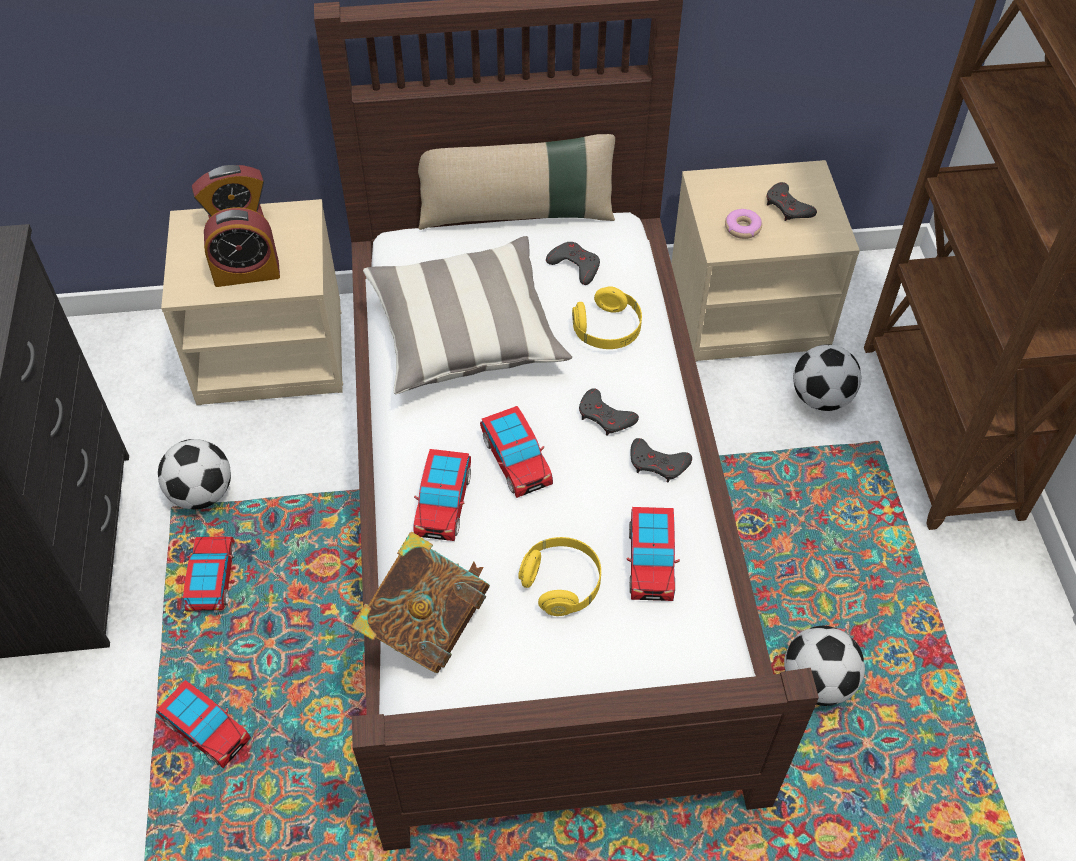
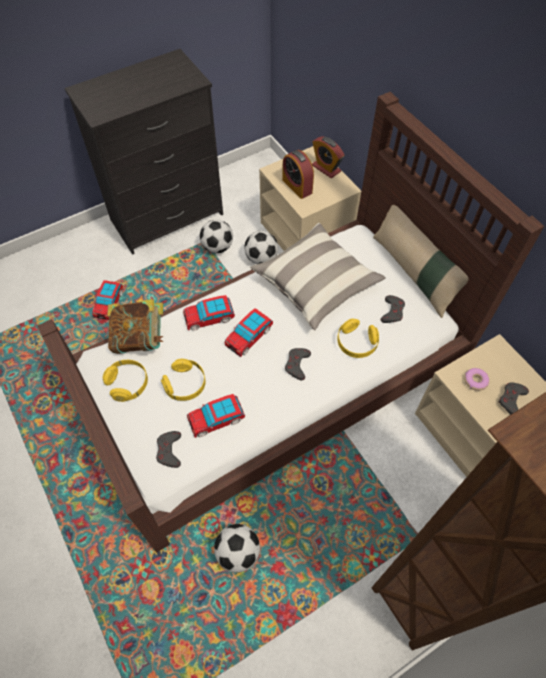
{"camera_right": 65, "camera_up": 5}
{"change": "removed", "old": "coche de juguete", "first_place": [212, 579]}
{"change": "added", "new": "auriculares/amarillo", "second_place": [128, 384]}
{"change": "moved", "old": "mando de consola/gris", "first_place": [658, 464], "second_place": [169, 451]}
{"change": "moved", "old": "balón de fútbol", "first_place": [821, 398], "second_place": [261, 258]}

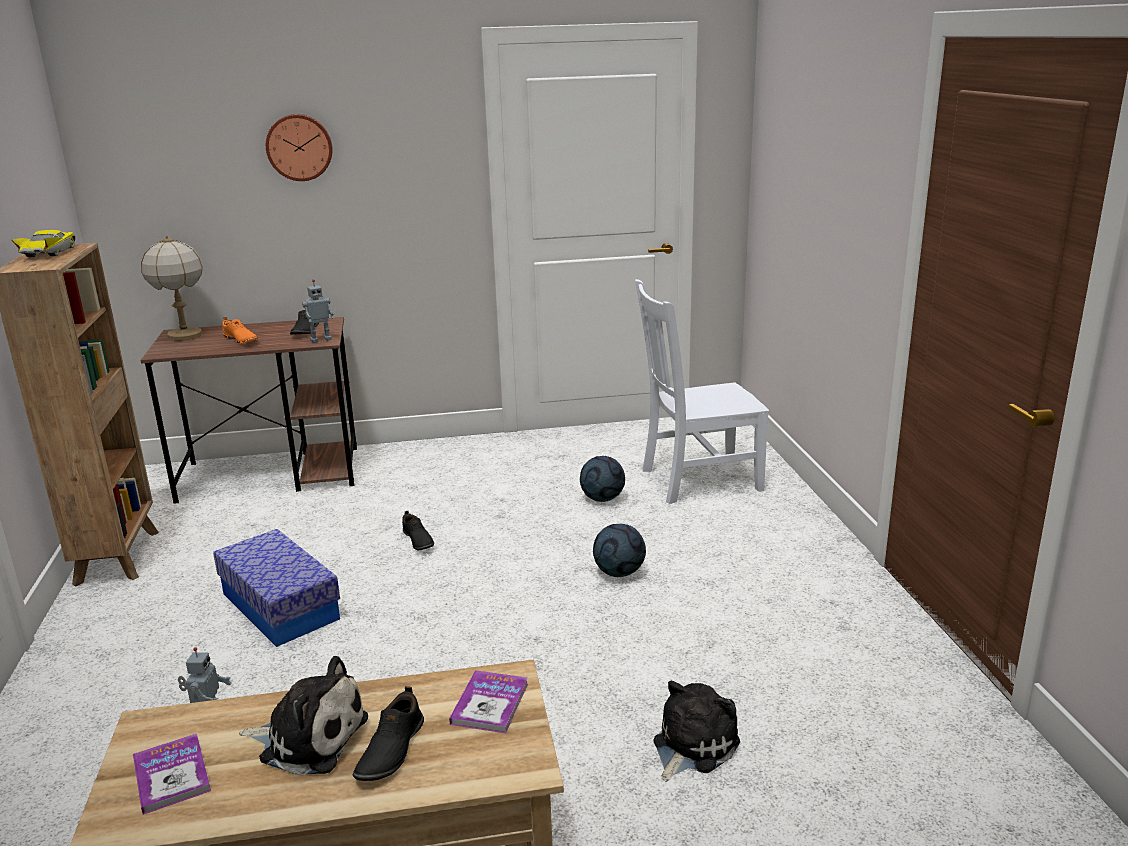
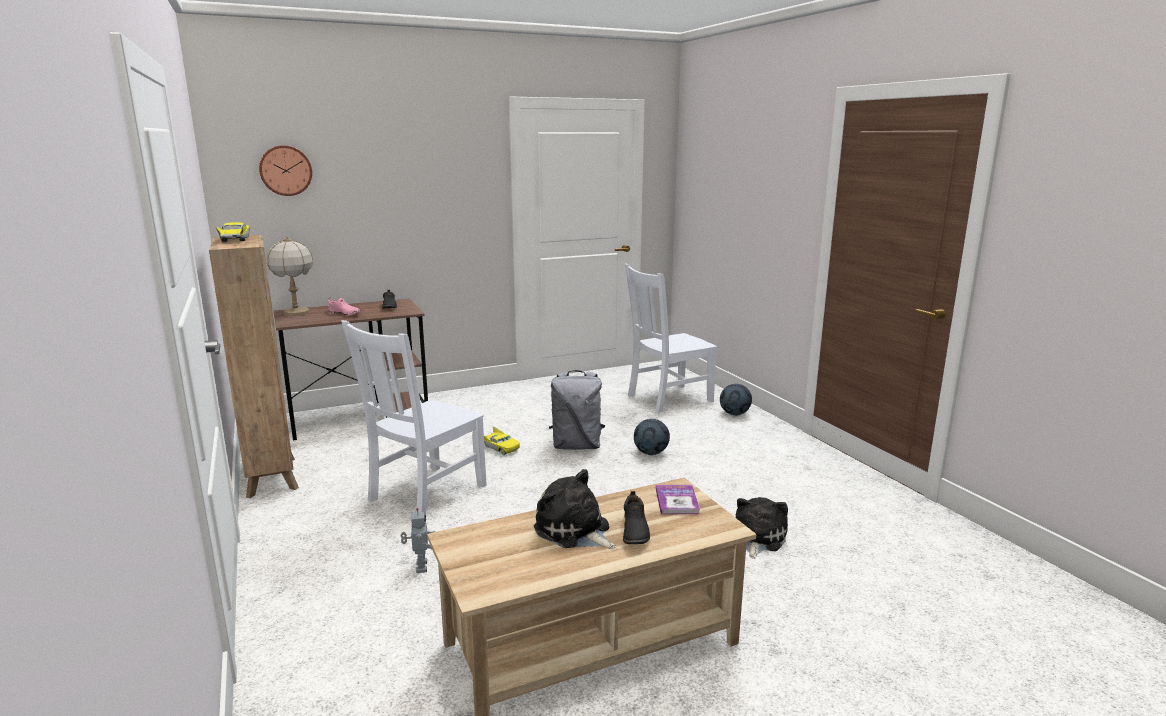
{"camera_right": -15, "camera_up": -5}
{"change": "removed", "old": "libro", "first_place": [171, 775]}
{"change": "removed", "old": "robot de juguete", "first_place": [320, 340]}
{"change": "added", "new": "mochila/gris", "second_place": [577, 446]}
{"change": "moved", "old": "reloj de pared", "first_place": [299, 147], "second_place": [285, 170]}
{"change": "moved", "old": "balón de fútbol", "first_place": [602, 499], "second_place": [734, 414]}
{"change": "replaced", "old": "caja de almacenaje", "new": "silla/blanco", "first_place": [280, 606], "second_place": [424, 494]}
{"change": "replaced", "old": "zapato/negro", "new": "coche de juguete/amarillo", "first_place": [417, 540], "second_place": [499, 447]}
{"change": "recoloured", "old": "zapato/naranja", "new": "zapato/rosa", "first_place": [240, 340], "second_place": [344, 314]}
{"change": "turned", "old": "peluche", "first_place": [309, 738], "second_place": [574, 531], "degrees": -135}

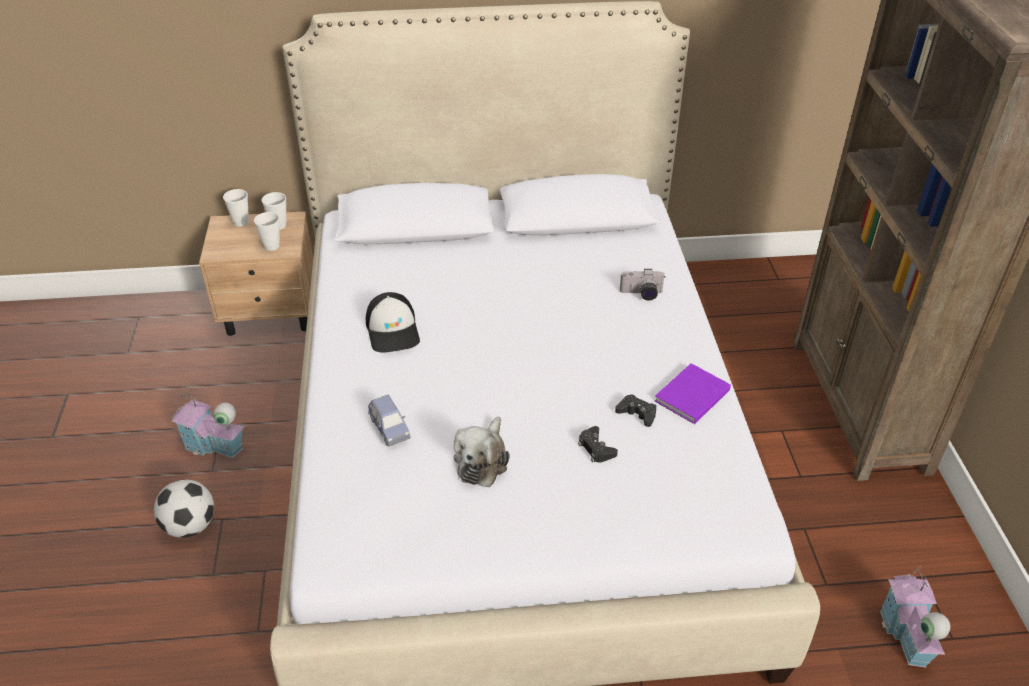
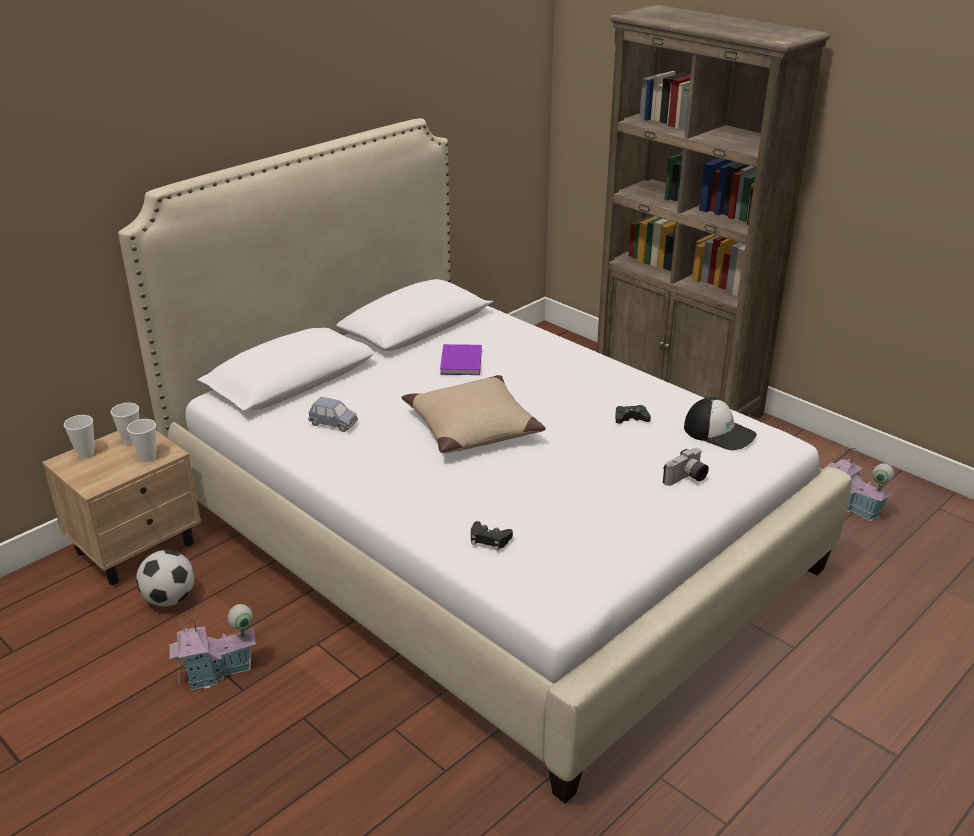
{"camera_right": -40, "camera_up": -10}
{"change": "removed", "old": "peluche", "first_place": [482, 460]}
{"change": "added", "new": "cojín/beis", "second_place": [471, 427]}
{"change": "moved", "old": "balón de fútbol", "first_place": [190, 526], "second_place": [170, 599]}
{"change": "moved", "old": "gorra", "first_place": [393, 330], "second_place": [719, 432]}
{"change": "moved", "old": "coche de juguete/azul", "first_place": [389, 429], "second_place": [333, 424]}
{"change": "moved", "old": "mando de consola/negro", "first_place": [596, 448], "second_place": [489, 539]}
{"change": "moved", "old": "cámara", "first_place": [641, 294], "second_place": [687, 479]}
{"change": "moved", "old": "libro/morado", "first_place": [690, 396], "second_place": [460, 363]}

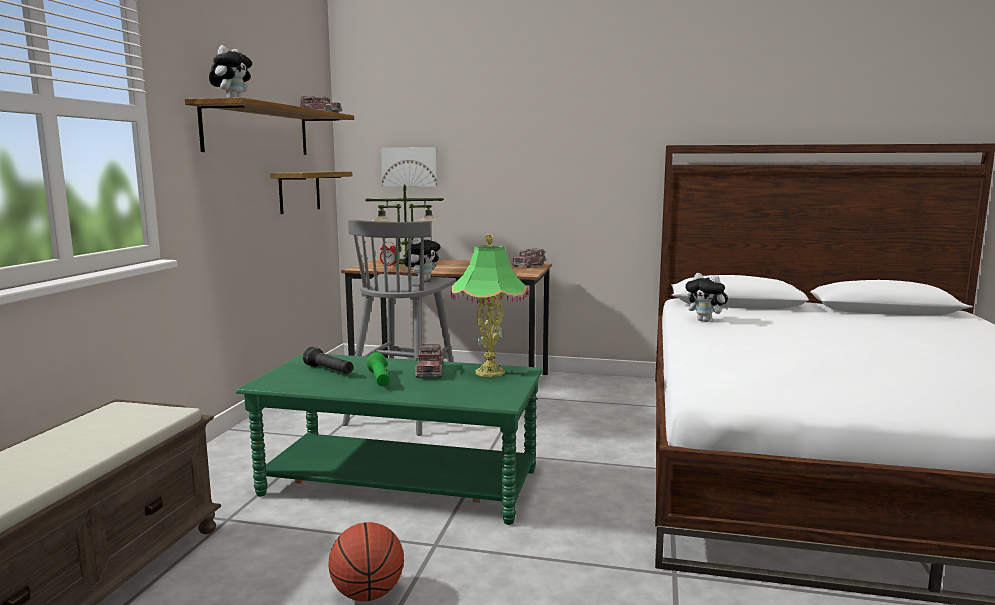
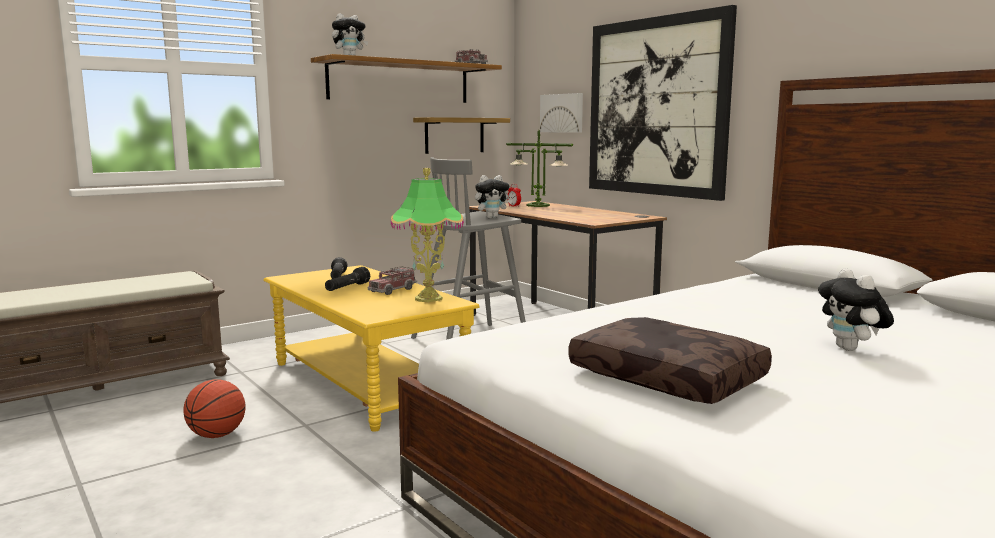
{"camera_right": 40, "camera_up": 0}
{"change": "removed", "old": "camión de juguete", "first_place": [529, 265]}
{"change": "added", "new": "cojín/marrón", "second_place": [669, 378]}
{"change": "added", "new": "cuadro", "second_place": [656, 107]}
{"change": "moved", "old": "peluche", "first_place": [706, 321], "second_place": [851, 349]}
{"change": "recoloured", "old": "mesa de centro/verde", "new": "mesa de centro/amarillo", "first_place": [400, 483], "second_place": [366, 383]}
{"change": "recoloured", "old": "linterna/verde", "new": "linterna/negro", "first_place": [379, 380], "second_place": [347, 288]}

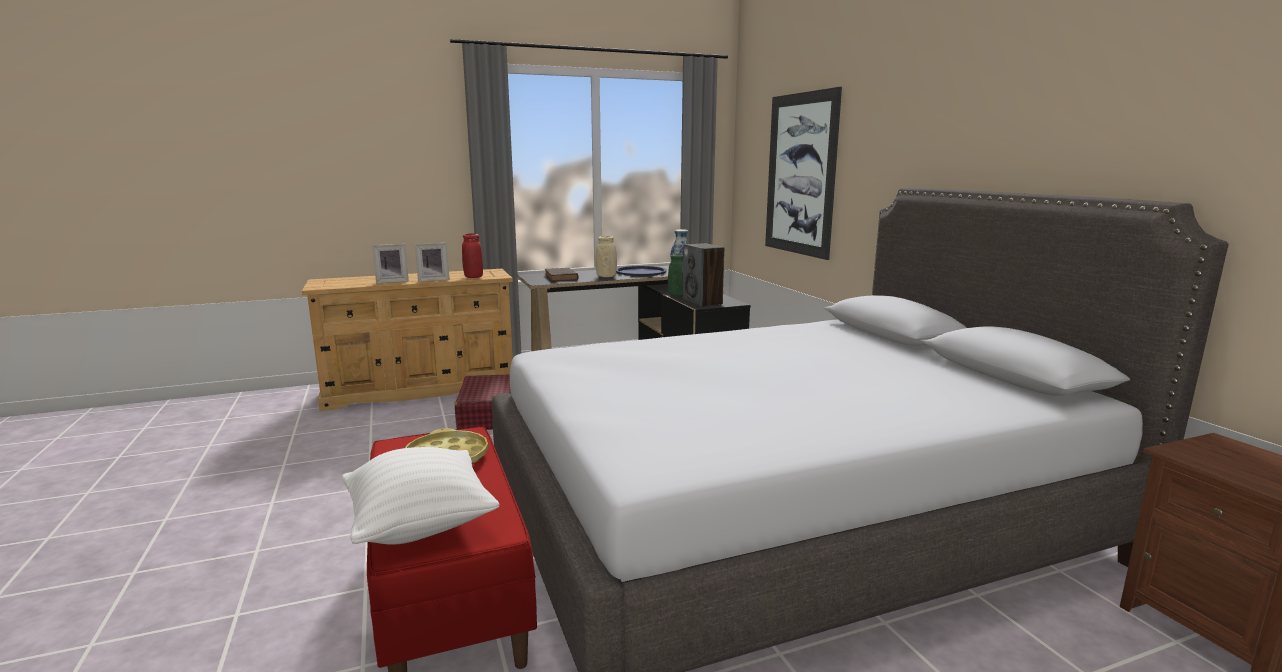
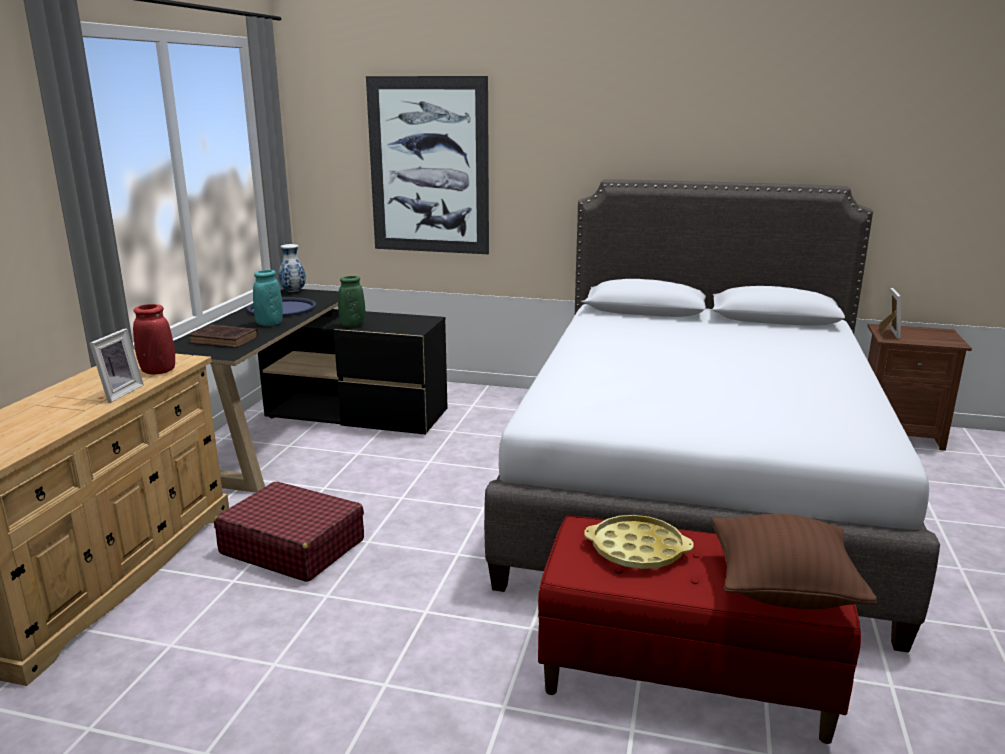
{"camera_right": -55, "camera_up": 5}
{"change": "removed", "old": "altavoz", "first_place": [702, 302]}
{"change": "moved", "old": "portarretratos", "first_place": [392, 281], "second_place": [887, 333]}
{"change": "recoloured", "old": "cojín/blanco", "new": "cojín/marrón", "first_place": [420, 525], "second_place": [782, 590]}
{"change": "recoloured", "old": "florero/beis", "new": "florero/turquesa", "first_place": [606, 276], "second_place": [269, 324]}

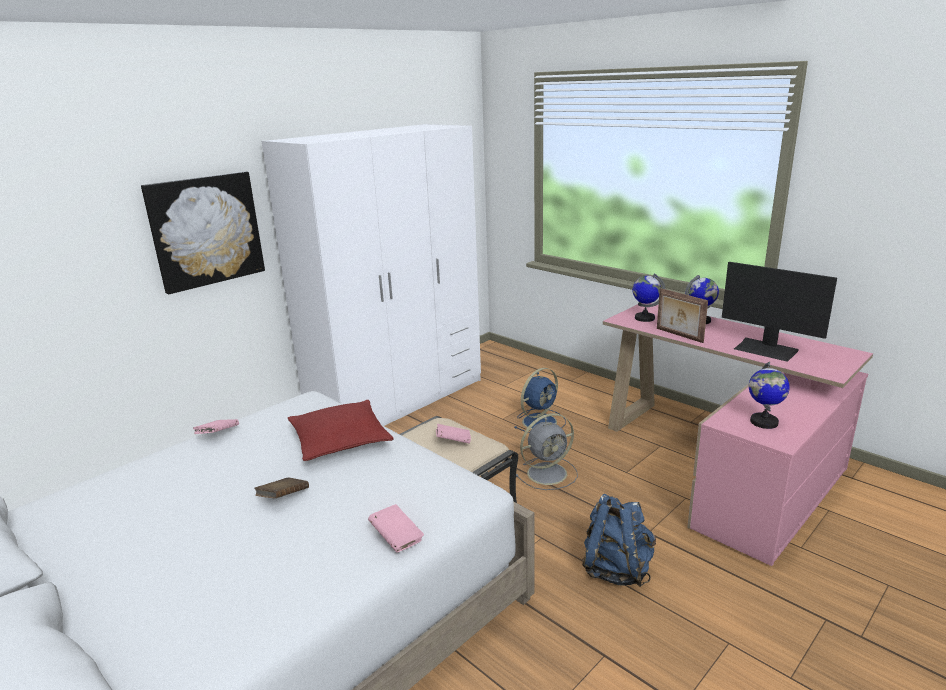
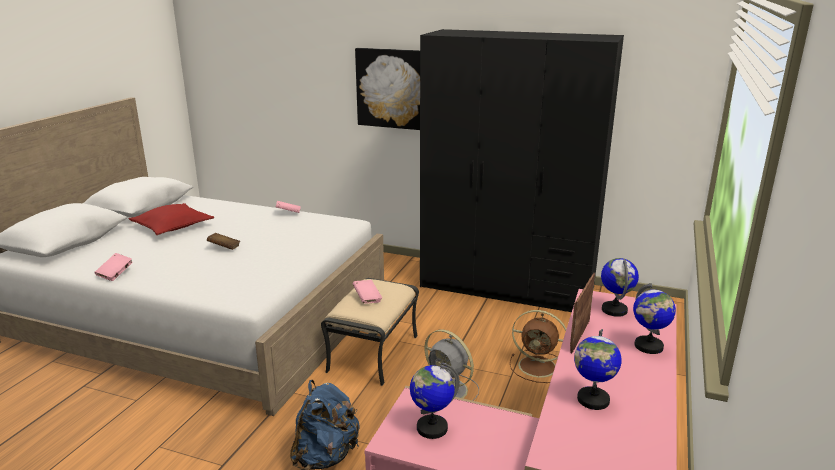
{"camera_right": 65, "camera_up": 0}
{"change": "moved", "old": "cojín/rojo", "first_place": [340, 440], "second_place": [172, 227]}
{"change": "moved", "old": "libro/rosa", "first_place": [397, 538], "second_place": [115, 274]}
{"change": "replaced", "old": "monitor", "new": "globo terráqueo", "first_place": [766, 349], "second_place": [592, 400]}
{"change": "recoloured", "old": "armario ropero/blanco", "new": "armario ropero/negro", "first_place": [398, 400], "second_place": [507, 287]}
{"change": "recoloured", "old": "ventilador/azul", "new": "ventilador/marrón", "first_place": [540, 421], "second_place": [539, 367]}

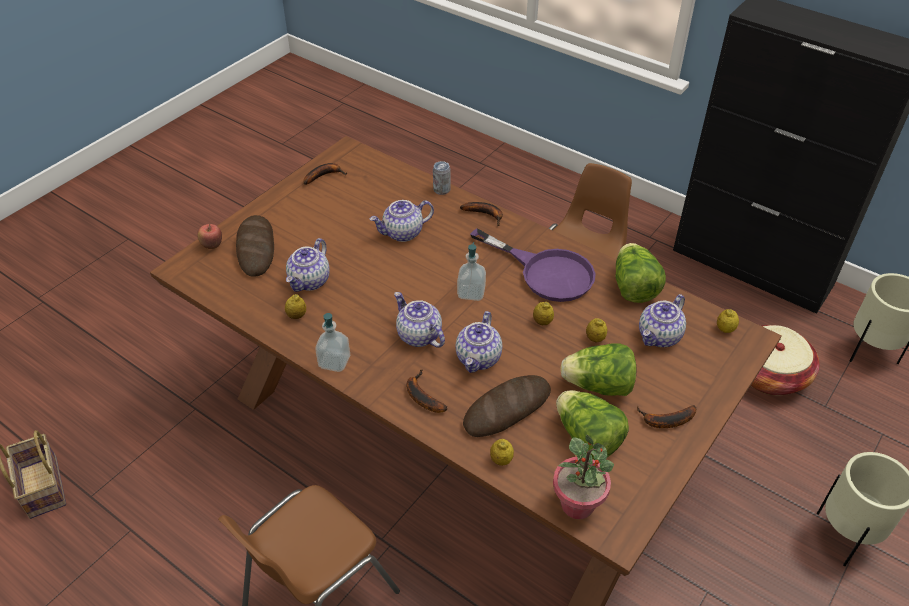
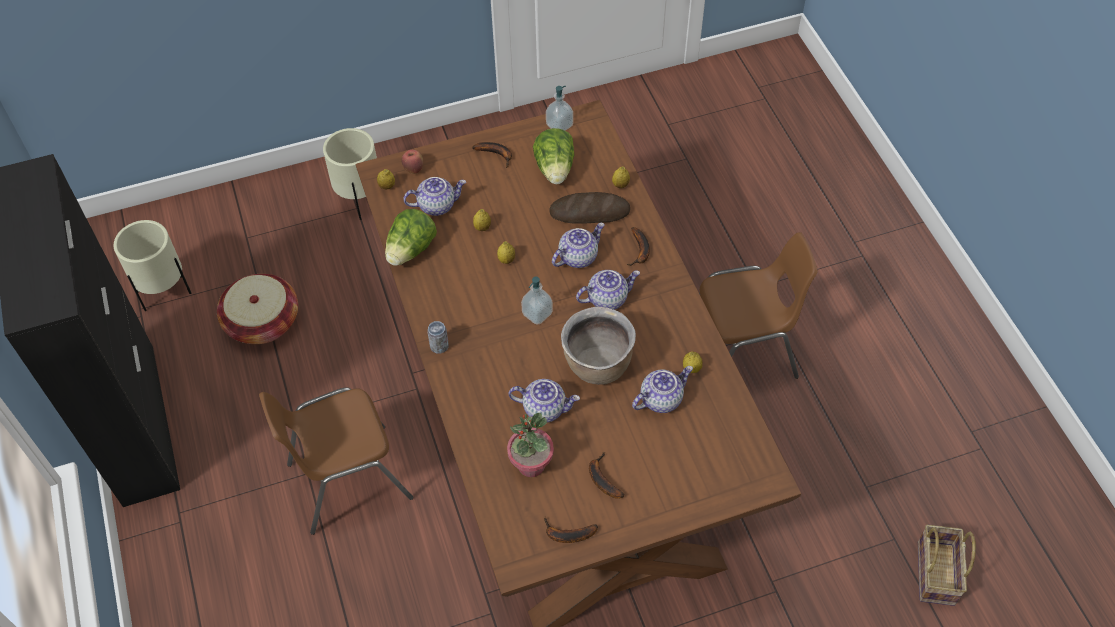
{"camera_right": -145, "camera_up": 10}
{"change": "removed", "old": "pan", "first_place": [256, 249]}
{"change": "removed", "old": "sartén/morado", "first_place": [546, 272]}
{"change": "removed", "old": "lechuga", "first_place": [598, 386]}
{"change": "added", "new": "olla/marrón", "second_place": [597, 366]}
{"change": "moved", "old": "manzana", "first_place": [212, 246], "second_place": [414, 169]}
{"change": "moved", "old": "dispensador de jabón", "first_place": [334, 362], "second_place": [559, 125]}
{"change": "moved", "old": "lata", "first_place": [441, 190], "second_place": [439, 346]}
{"change": "moved", "old": "plátano", "first_place": [486, 214], "second_place": [601, 479]}
{"change": "moved", "old": "planta en maceta", "first_place": [577, 504], "second_place": [531, 465]}
{"change": "turned", "old": "tetera", "first_place": [418, 335], "second_place": [607, 298], "degrees": -105}

